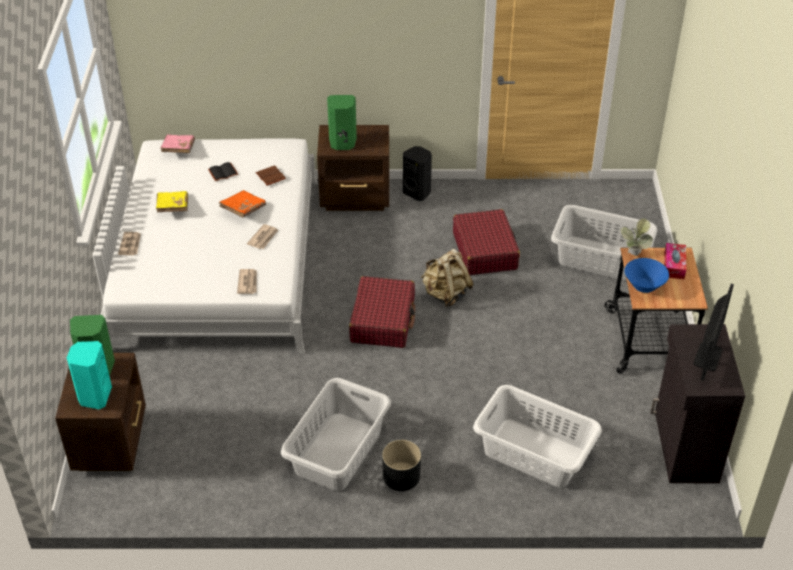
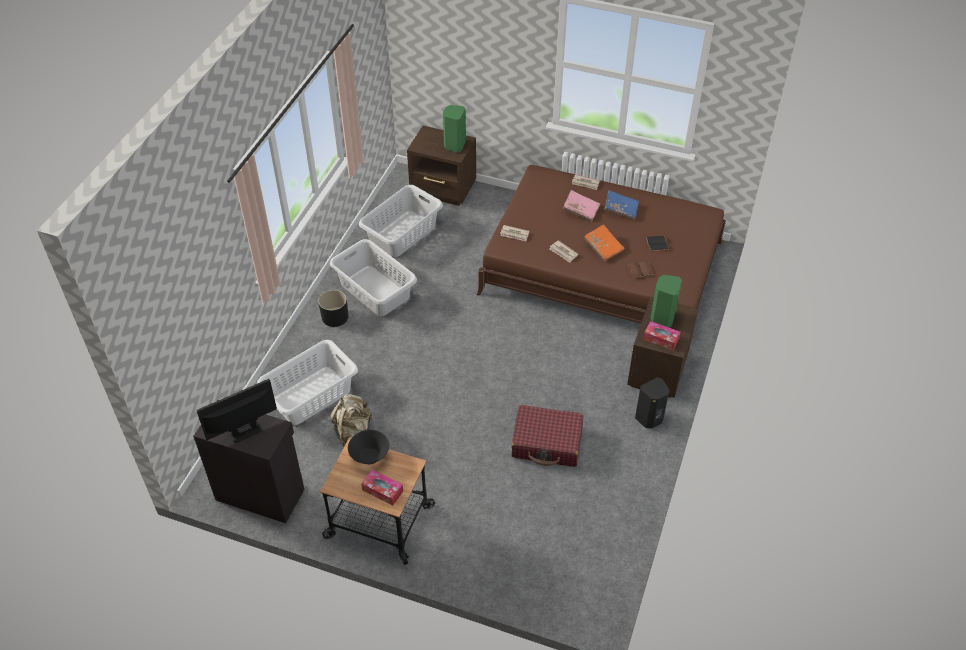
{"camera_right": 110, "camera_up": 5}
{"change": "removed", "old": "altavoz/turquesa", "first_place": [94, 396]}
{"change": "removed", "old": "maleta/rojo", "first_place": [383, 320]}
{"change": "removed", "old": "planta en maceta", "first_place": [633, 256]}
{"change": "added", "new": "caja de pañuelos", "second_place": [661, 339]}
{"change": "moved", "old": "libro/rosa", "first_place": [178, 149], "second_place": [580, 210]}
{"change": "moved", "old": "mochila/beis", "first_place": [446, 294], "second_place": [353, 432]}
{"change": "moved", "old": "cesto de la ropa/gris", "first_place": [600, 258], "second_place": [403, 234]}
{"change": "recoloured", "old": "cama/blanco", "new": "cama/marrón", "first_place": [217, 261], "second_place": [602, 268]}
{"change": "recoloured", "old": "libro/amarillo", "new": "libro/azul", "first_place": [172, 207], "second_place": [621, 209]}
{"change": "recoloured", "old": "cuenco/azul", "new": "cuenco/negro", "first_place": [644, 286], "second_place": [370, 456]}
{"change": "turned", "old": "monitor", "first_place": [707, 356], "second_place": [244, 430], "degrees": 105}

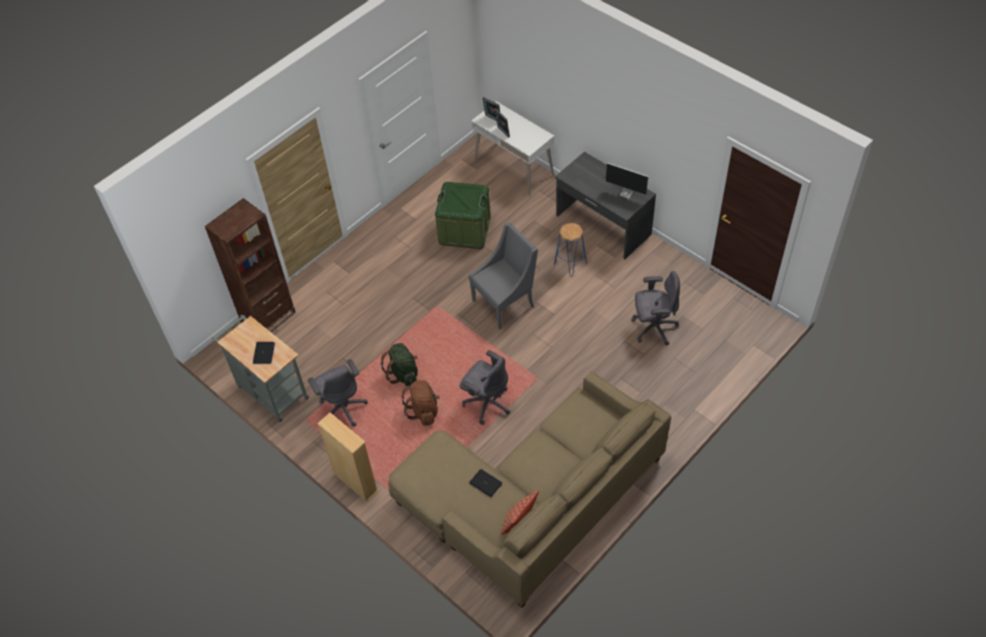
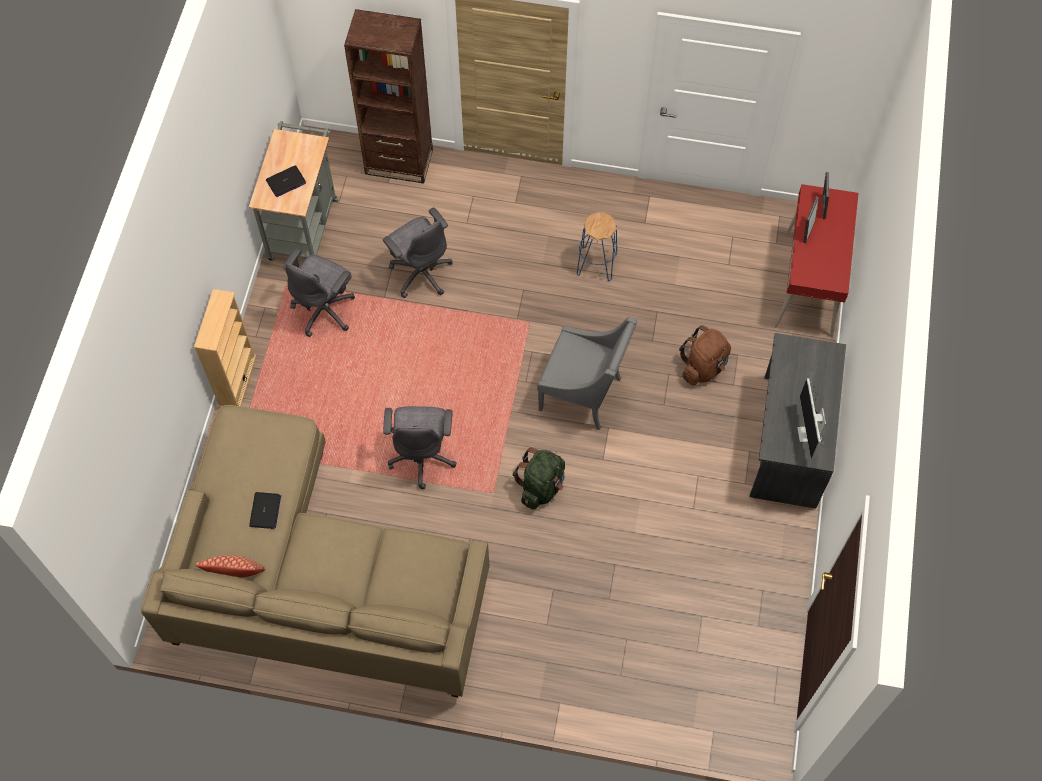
{"camera_right": 55, "camera_up": 10}
{"change": "removed", "old": "caja de almacenaje/verde", "first_place": [464, 230]}
{"change": "moved", "old": "mochila/verde", "first_place": [403, 373], "second_place": [541, 486]}
{"change": "moved", "old": "mochila/marrón", "first_place": [424, 411], "second_place": [704, 367]}
{"change": "moved", "old": "taburete/azul", "first_place": [570, 264], "second_place": [596, 263]}
{"change": "moved", "old": "silla de oficina/gris", "first_place": [653, 328], "second_place": [421, 272]}
{"change": "recoloured", "old": "escritorio/blanco", "new": "escritorio/rojo", "first_place": [514, 168], "second_place": [809, 284]}

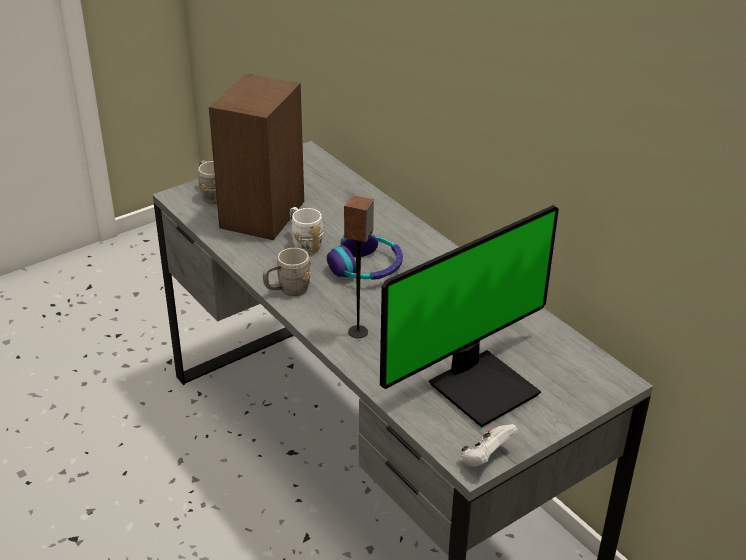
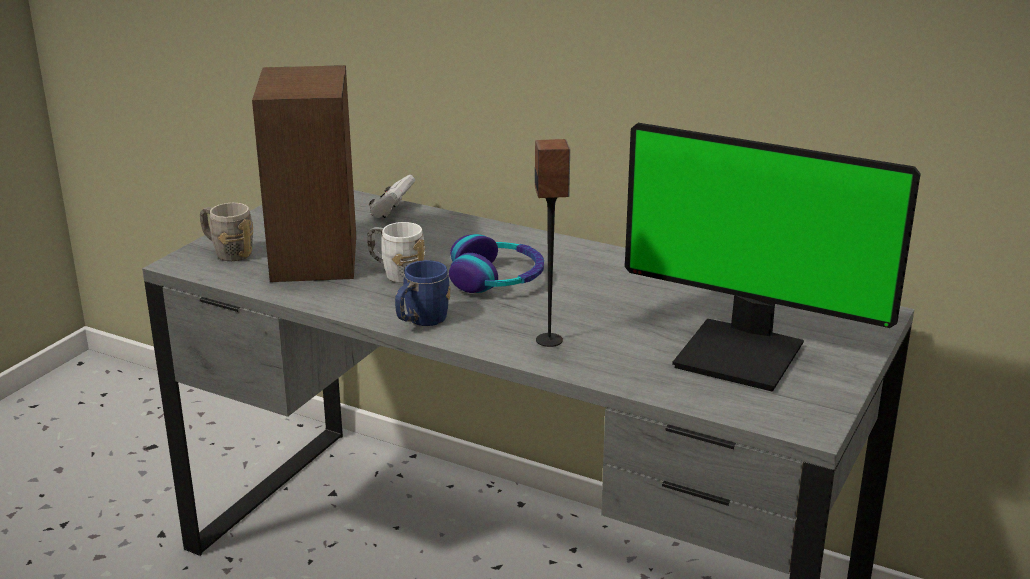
{"camera_right": -25, "camera_up": -10}
{"change": "moved", "old": "mando de consola/blanco", "first_place": [486, 458], "second_place": [392, 212]}
{"change": "recoloured", "old": "taza grande/gris", "new": "taza grande/azul", "first_place": [287, 290], "second_place": [421, 321]}
{"change": "turned", "old": "monitor", "first_place": [481, 386], "second_place": [742, 354], "degrees": 90}

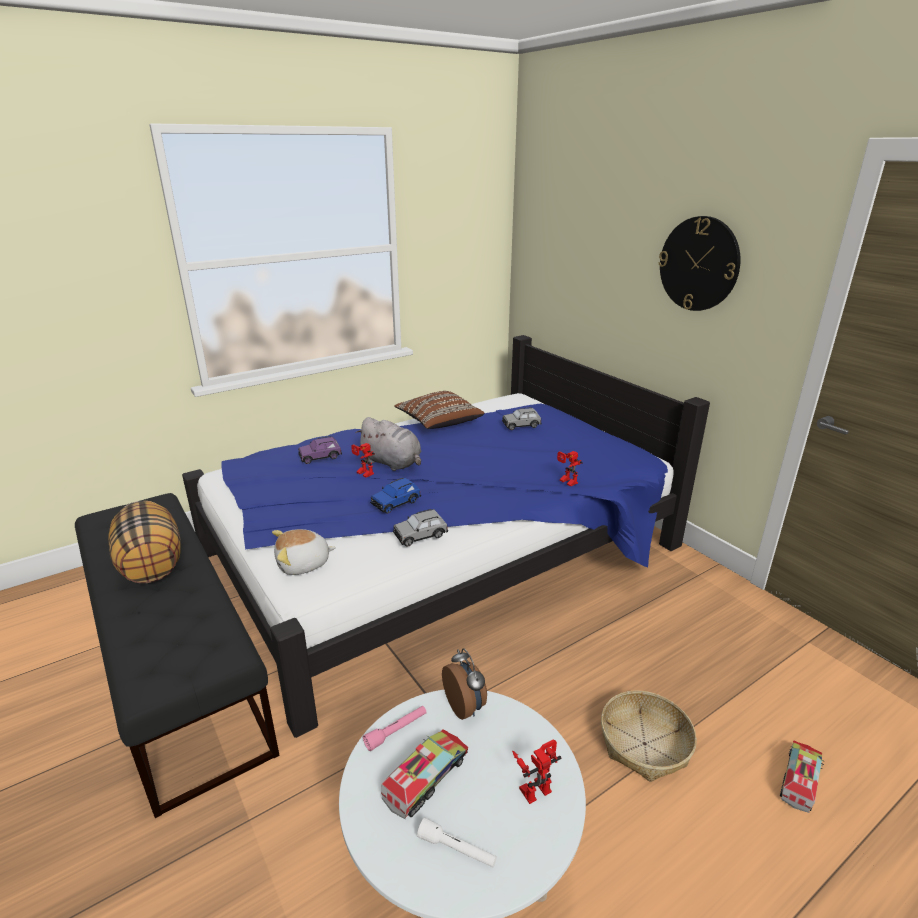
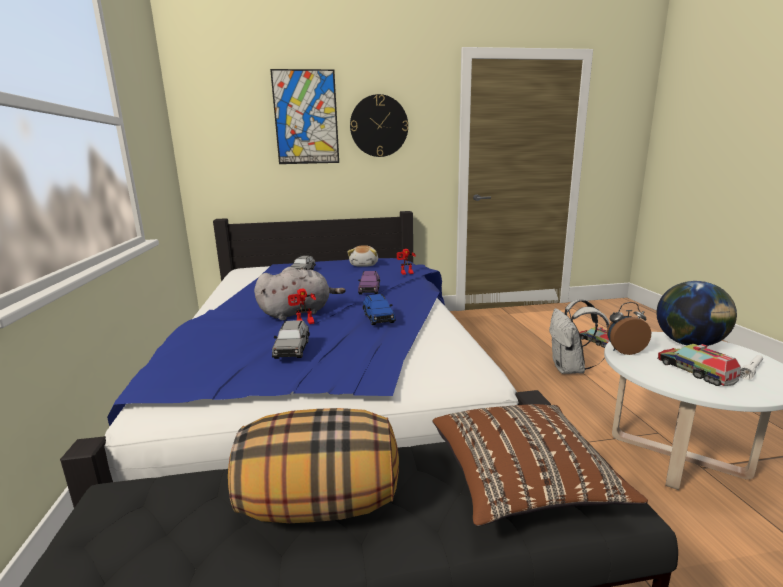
{"camera_right": -65, "camera_up": -10}
{"change": "removed", "old": "linterna/rosa", "first_place": [396, 731]}
{"change": "added", "new": "cuadro", "second_place": [306, 117]}
{"change": "moved", "old": "peluche", "first_place": [303, 564], "second_place": [364, 265]}
{"change": "moved", "old": "coche de juguete/morado", "first_place": [320, 457], "second_place": [369, 290]}
{"change": "moved", "old": "coche de juguete/gris", "first_place": [420, 535], "second_place": [292, 349]}
{"change": "moved", "old": "cojín/marrón", "first_place": [438, 422], "second_place": [522, 482]}
{"change": "replaced", "old": "robot de juguete", "new": "globo terráqueo", "first_place": [535, 786], "second_place": [689, 344]}
{"change": "replaced", "old": "cesta", "new": "mochila/blanco", "first_place": [644, 744], "second_place": [570, 369]}

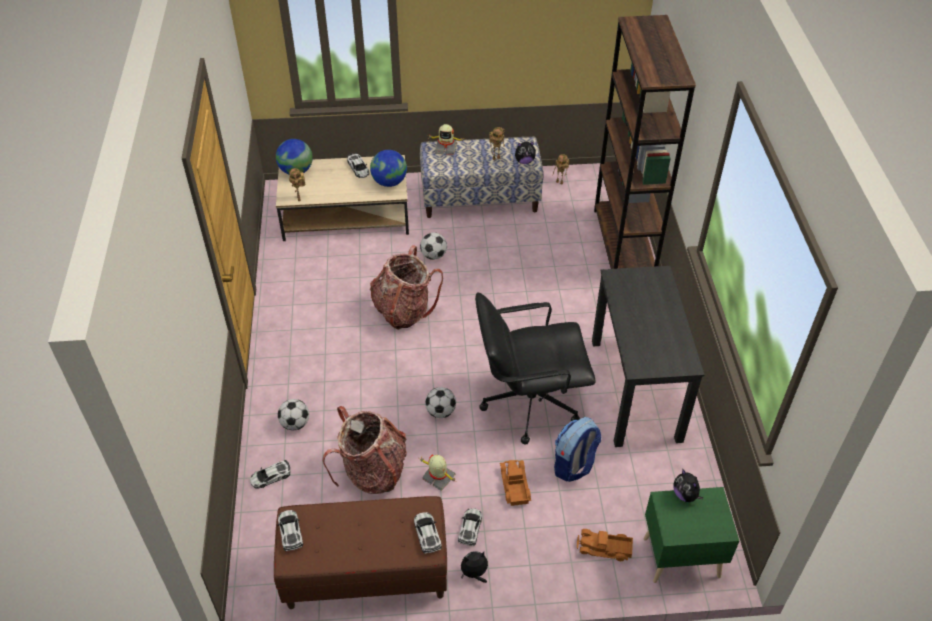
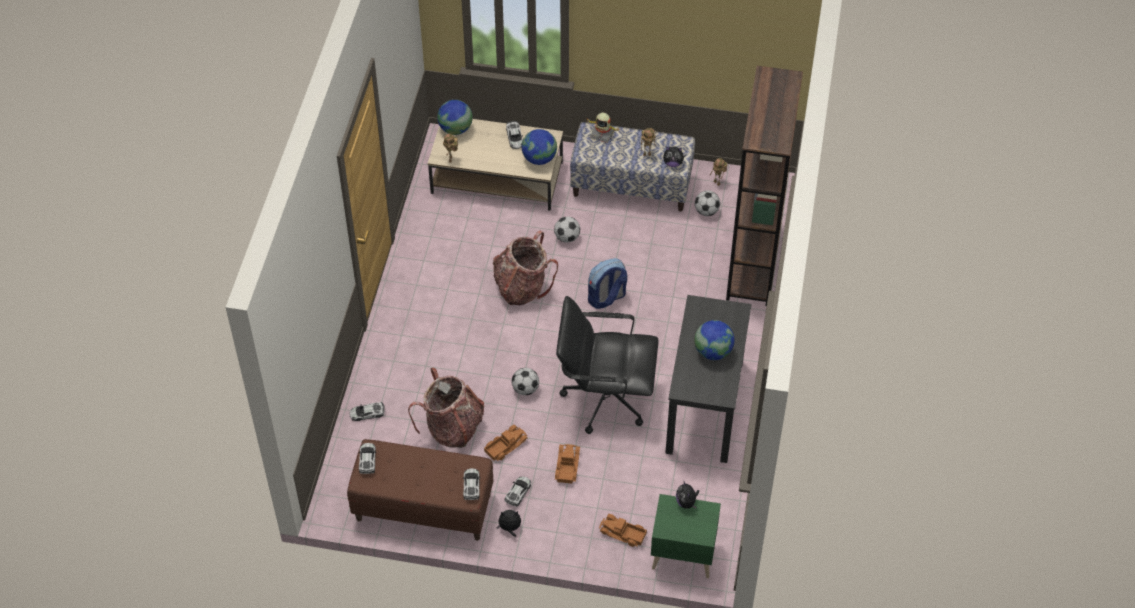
{"camera_right": 15, "camera_up": 5}
{"change": "added", "new": "globo terráqueo", "second_place": [713, 351]}
{"change": "moved", "old": "balón de fútbol", "first_place": [295, 423], "second_place": [706, 211]}
{"change": "moved", "old": "mochila", "first_place": [574, 465], "second_place": [606, 298]}
{"change": "replaced", "old": "robot de juguete", "new": "camión de juguete", "first_place": [438, 478], "second_place": [505, 445]}

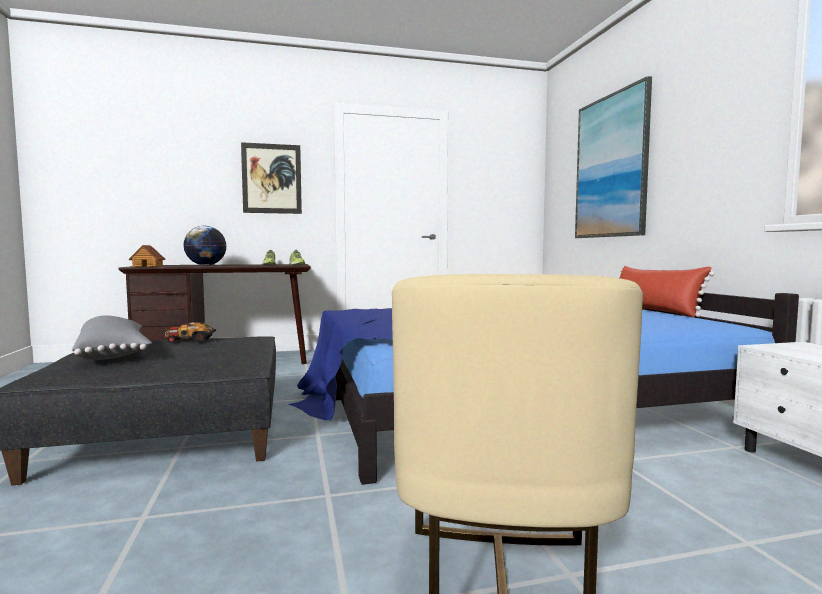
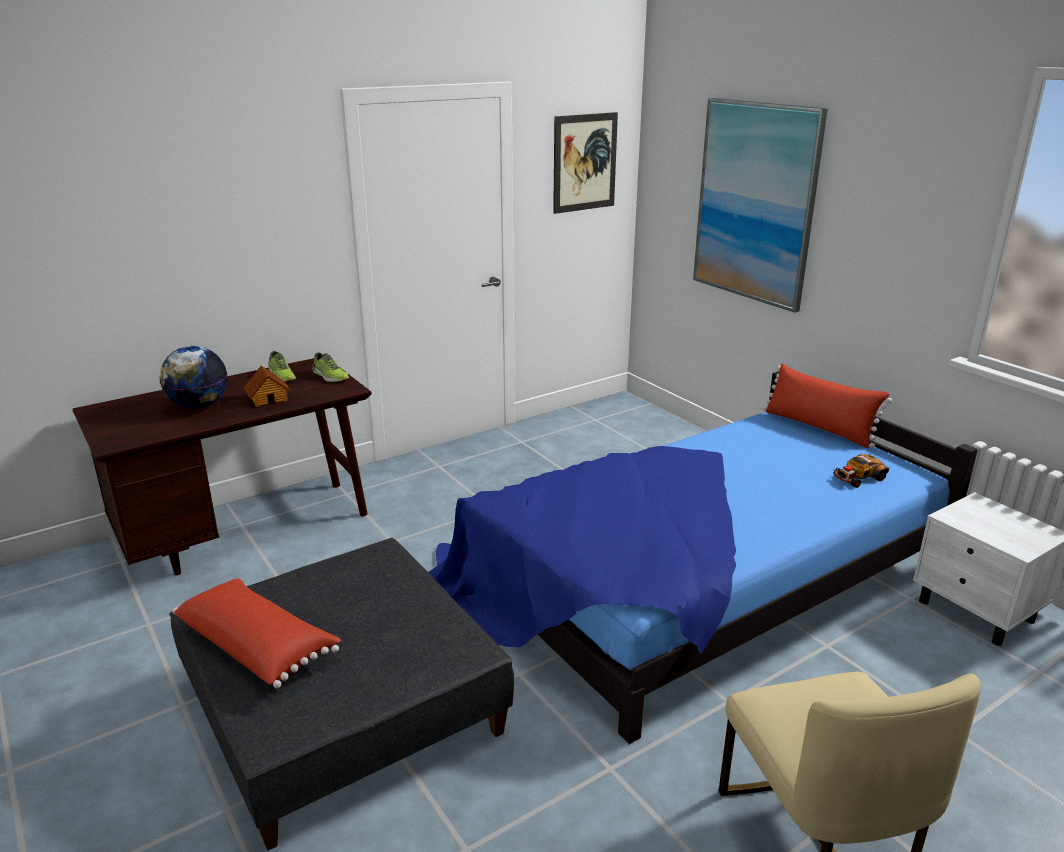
{"camera_right": -20, "camera_up": 20}
{"change": "moved", "old": "casita", "first_place": [148, 266], "second_place": [268, 398]}
{"change": "moved", "old": "coche de juguete", "first_place": [190, 340], "second_place": [858, 477]}
{"change": "moved", "old": "cuadro", "first_place": [271, 178], "second_place": [585, 162]}
{"change": "recoloured", "old": "cojín/gris", "new": "cojín/rojo", "first_place": [114, 354], "second_place": [258, 645]}

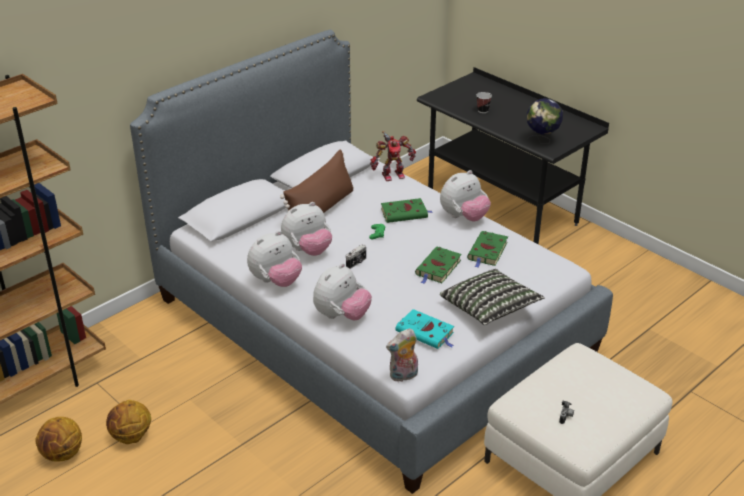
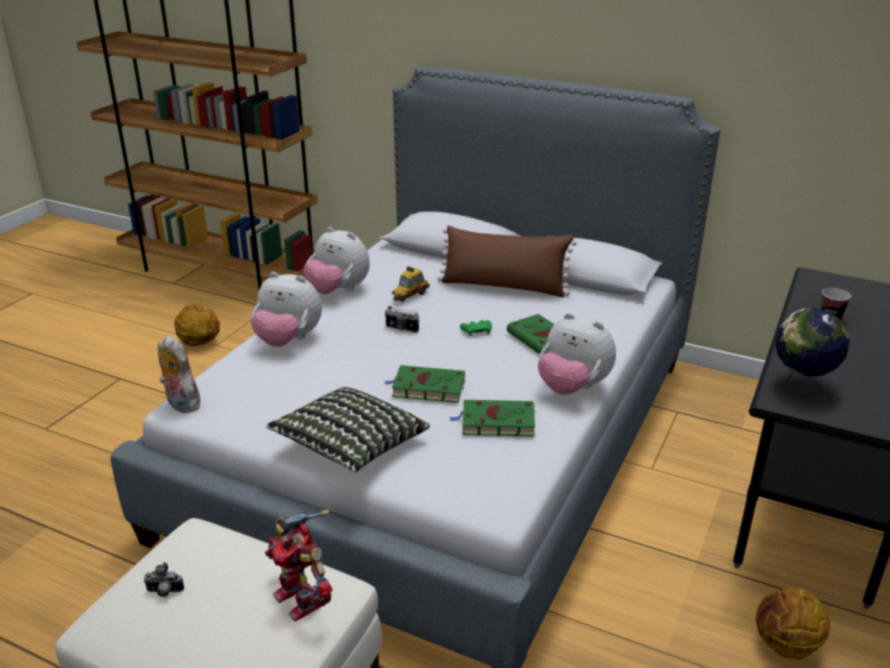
{"camera_right": 70, "camera_up": -5}
{"change": "removed", "old": "libro/turquesa", "first_place": [426, 333]}
{"change": "moved", "old": "balón de baloncesto", "first_place": [63, 454], "second_place": [785, 645]}
{"change": "moved", "old": "robot de juguete", "first_place": [392, 175], "second_place": [301, 598]}
{"change": "replaced", "old": "peluche", "new": "coche de juguete", "first_place": [308, 250], "second_place": [410, 296]}

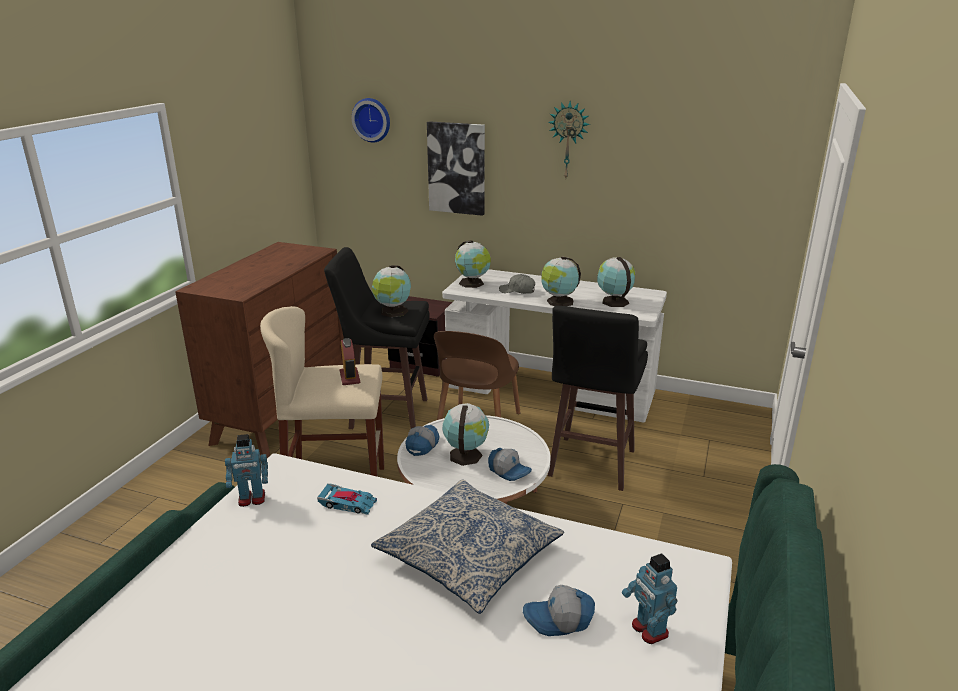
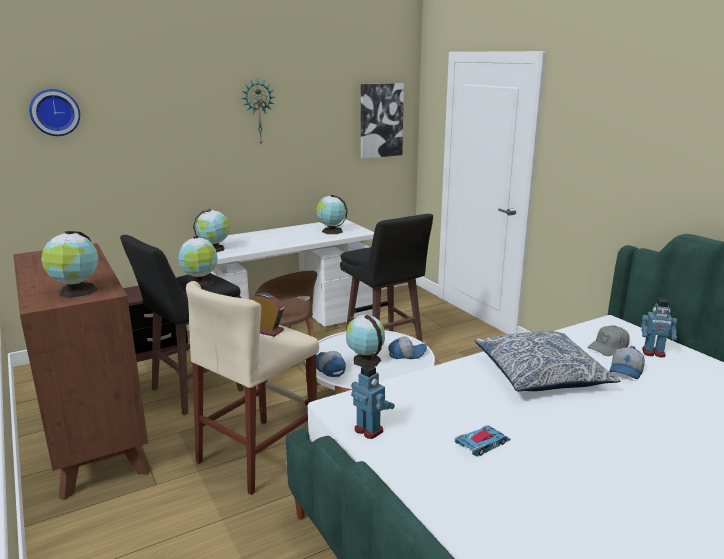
{"camera_right": -50, "camera_up": -5}
{"change": "moved", "old": "coche de juguete", "first_place": [348, 503], "second_place": [482, 444]}
{"change": "moved", "old": "cuadro", "first_place": [457, 168], "second_place": [380, 120]}
{"change": "moved", "old": "gorra/gris", "first_place": [517, 291], "second_place": [608, 347]}
{"change": "moved", "old": "globo terráqueo", "first_place": [559, 302], "second_place": [76, 292]}
{"change": "turned", "old": "robot de juguete", "first_place": [252, 499], "second_place": [369, 430], "degrees": -75}

